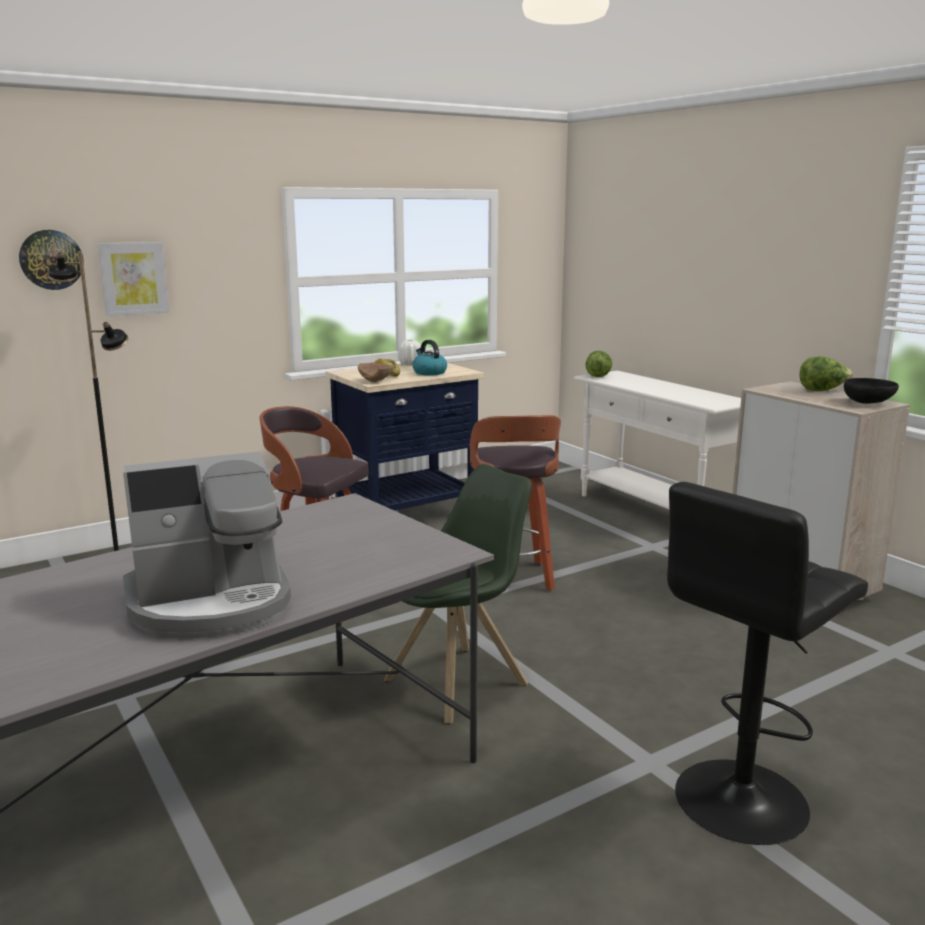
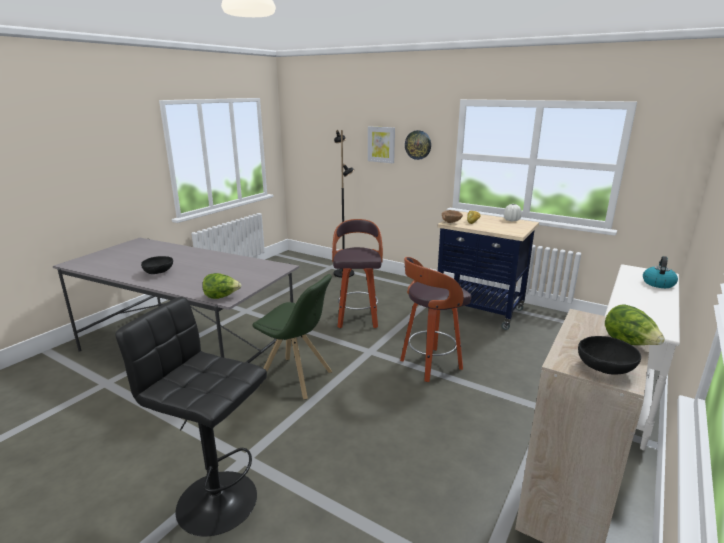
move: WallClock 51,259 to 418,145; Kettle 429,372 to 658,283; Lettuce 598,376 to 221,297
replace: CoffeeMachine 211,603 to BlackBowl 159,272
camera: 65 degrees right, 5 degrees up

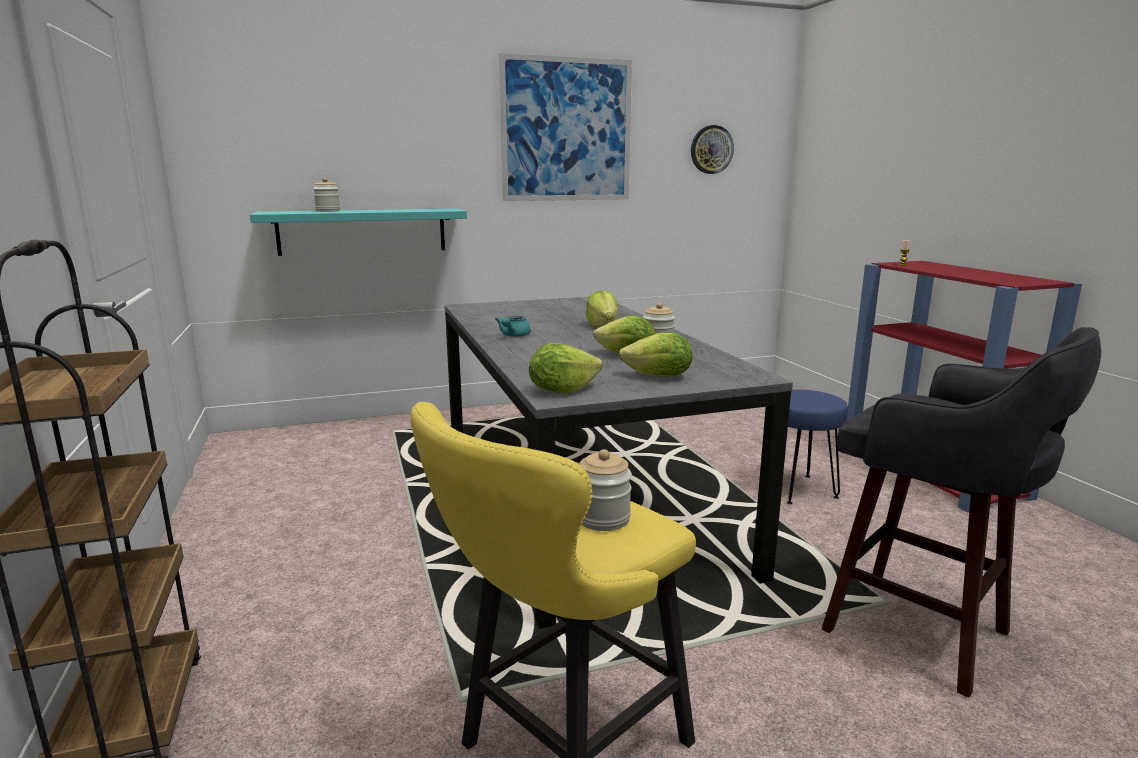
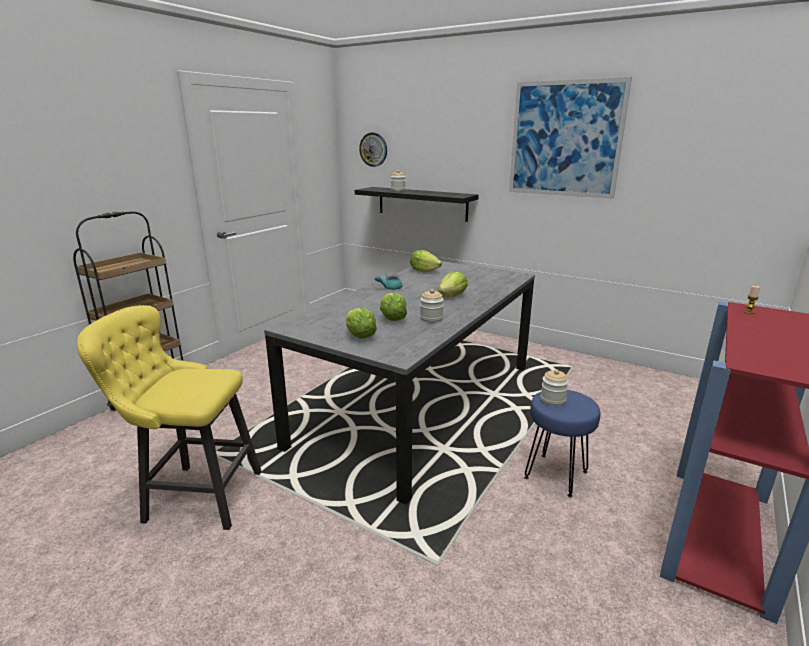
delete: GreyStool 924,635
move: Lettuce 562,390 to 424,271; Jar 603,519 to 553,400; WallClock 711,149 to 373,149
recolor: TurquoiseShelf 362,231 to BlackShelf 422,203
camera: 50 degrees right, 5 degrees up

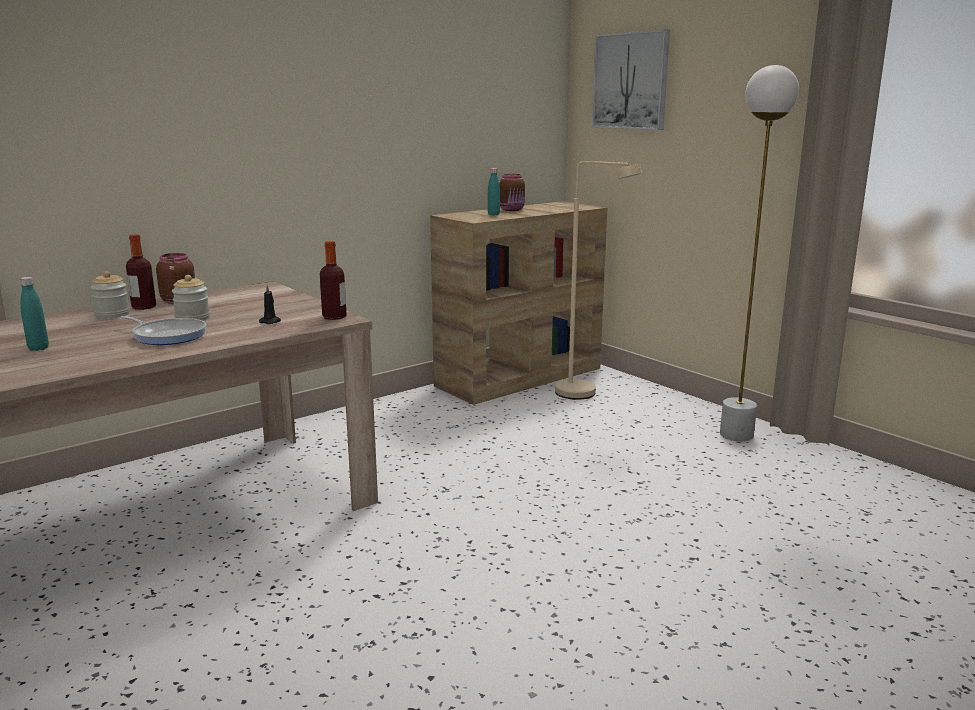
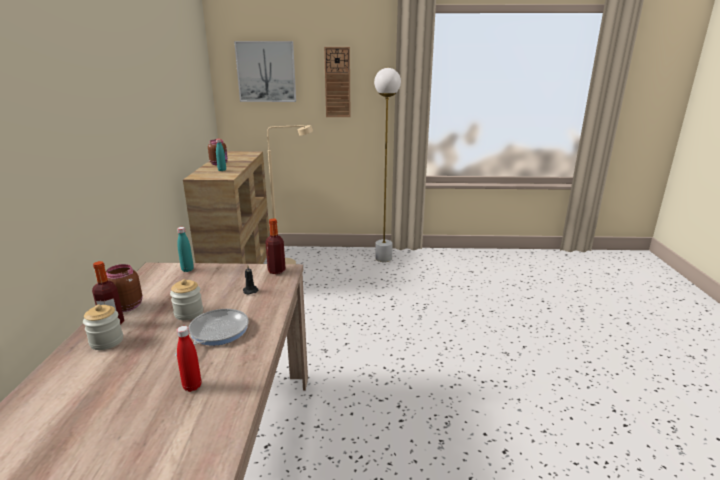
insert: RedBottle 192,386; WallClock 337,82
move: TurquoiseBottle 38,348 to 187,270
rotate: FryingPan 168,335 = 216,332 45 degrees counterclockwise
camera: 50 degrees left, 5 degrees up

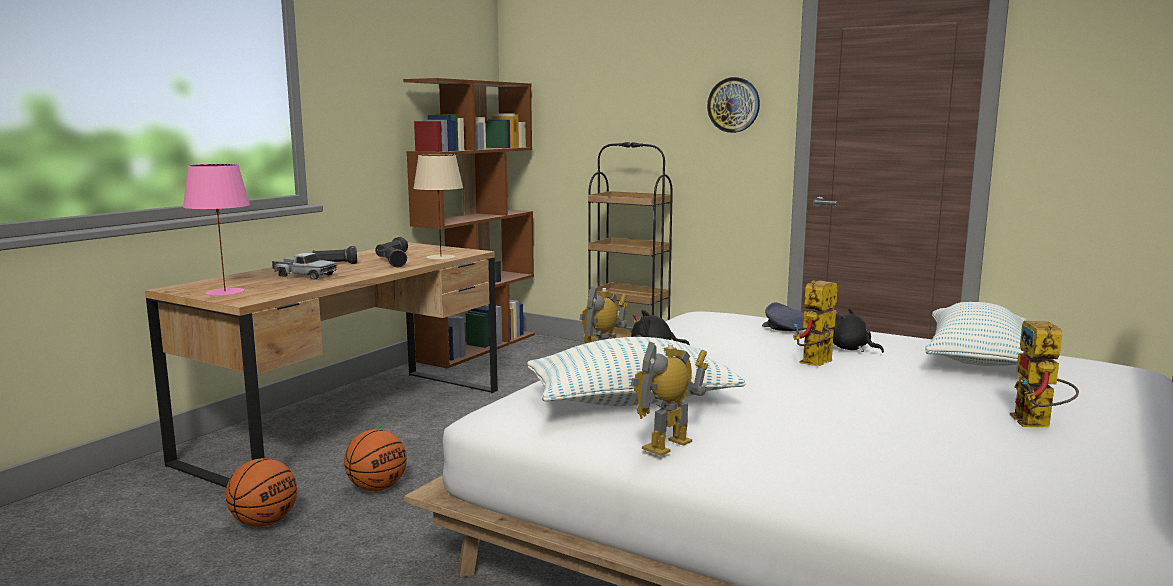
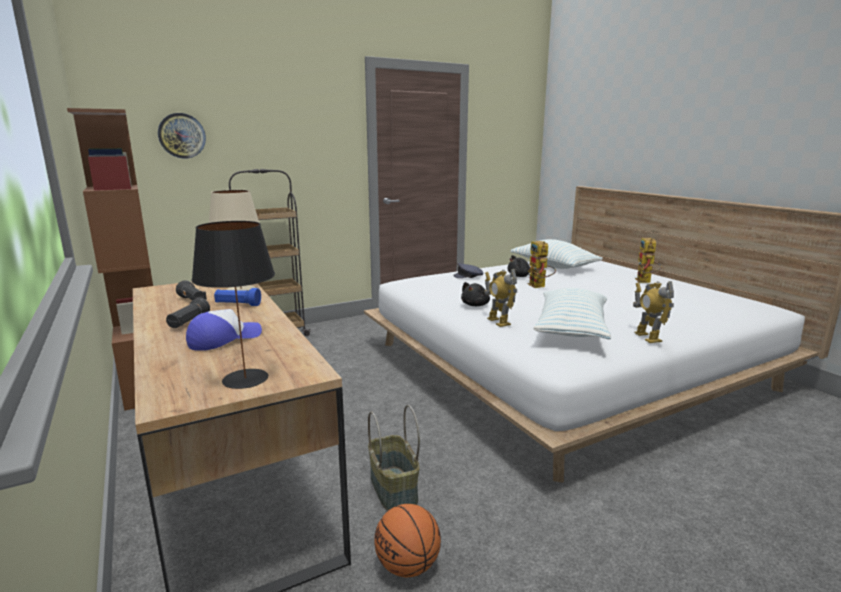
move: WallClock 733,105 to 182,136
replace: ToyTruck 304,276 to Cap 224,339; Basketball 377,488 to Basket 392,488
recolor: PinkTableLamp 224,292 to BlackTableLamp 246,379; BlackFlashlight 394,264 to BlueFlashlight 238,305
rotate: ToyRobot 1037,424 = 645,282 60 degrees clockwise
camera: 60 degrees left, 5 degrees up

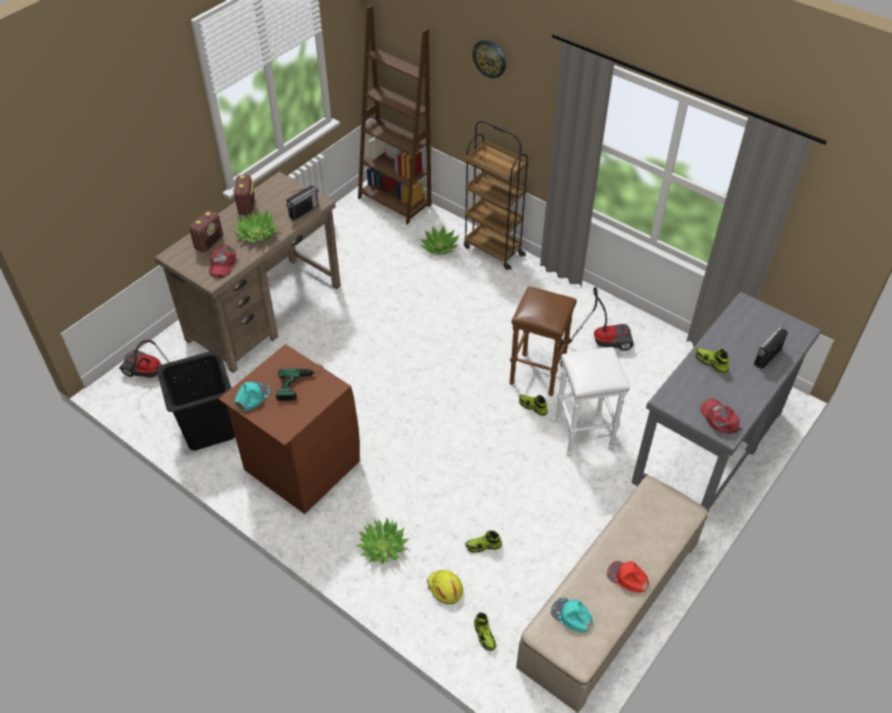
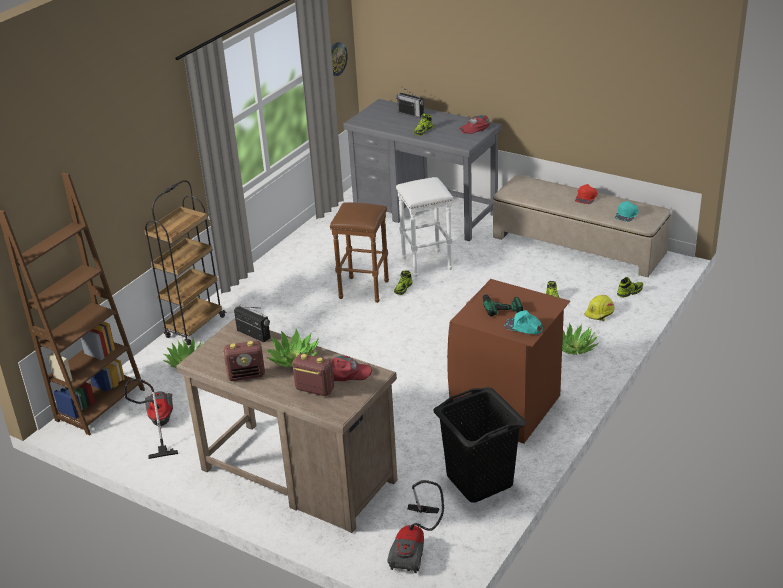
move: WallClock 490,58 to 336,59; VacuumCleaner 600,341 to 158,425
camera: 95 degrees left, 15 degrees down

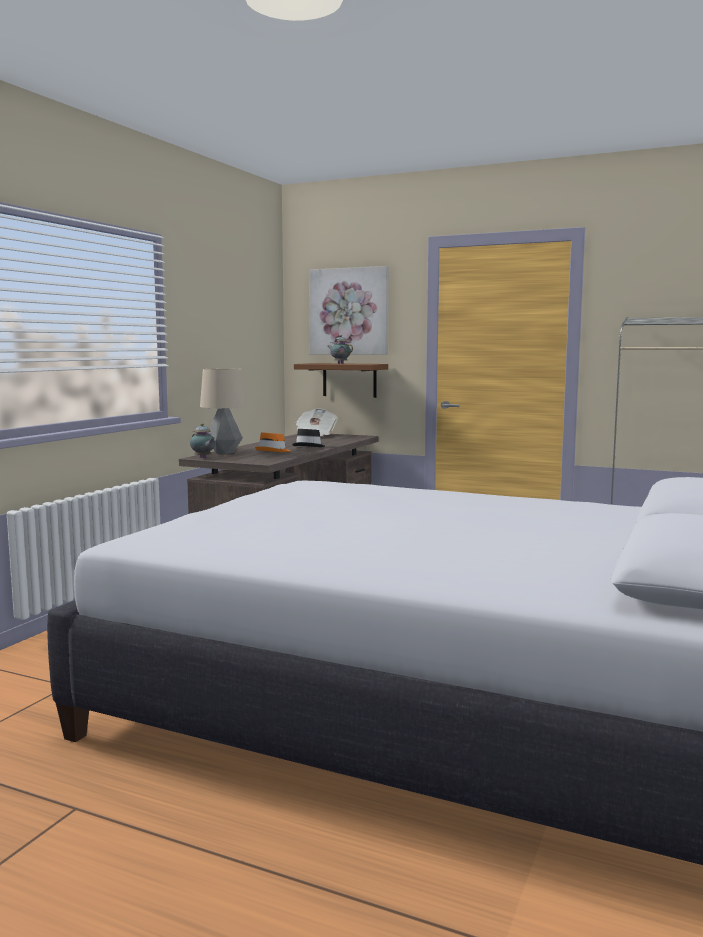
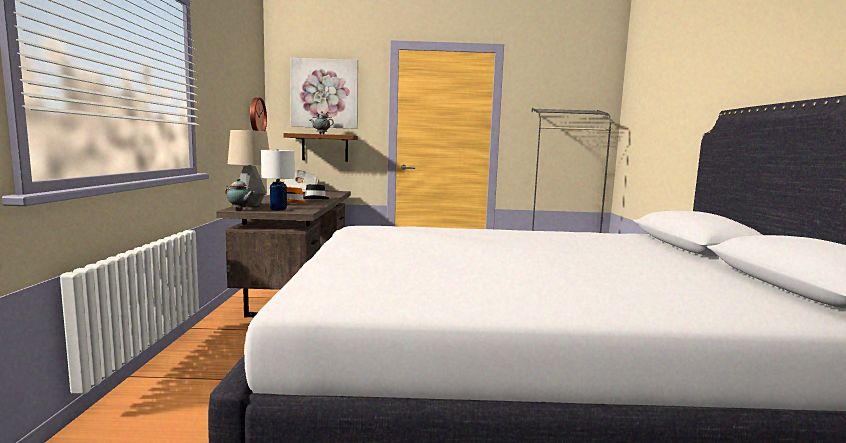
insert: WallClock 256,116; WhiteTableLamp 277,209
camera: 25 degrees left, 0 degrees up

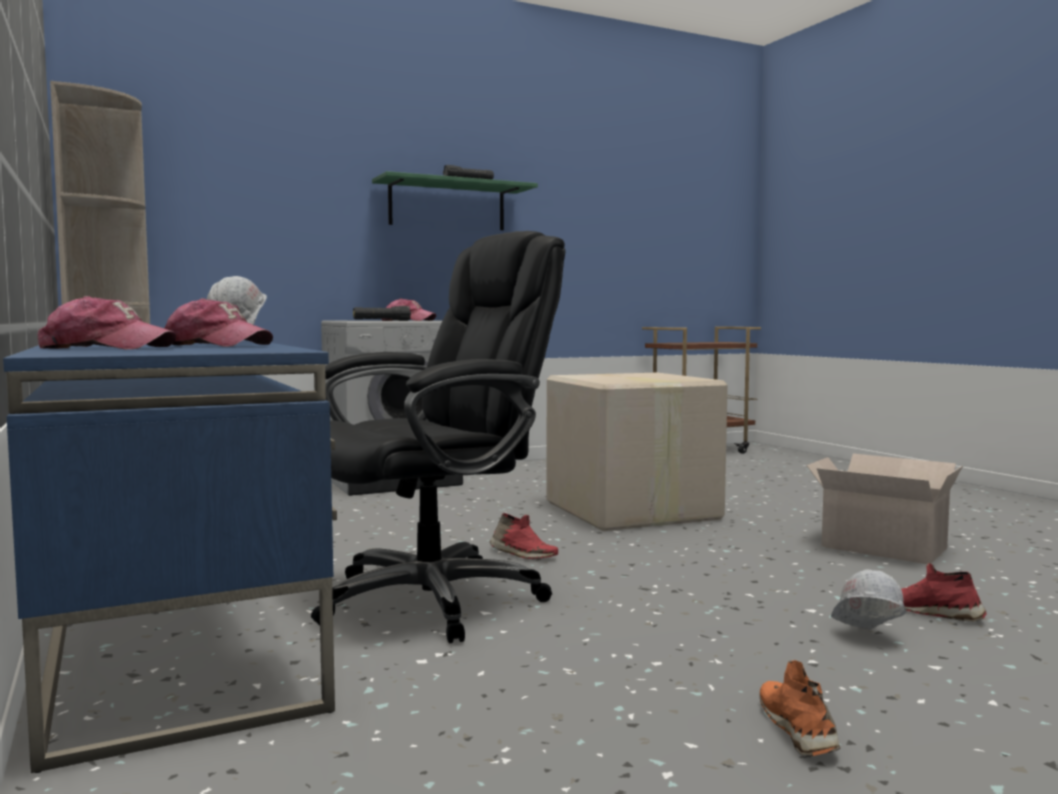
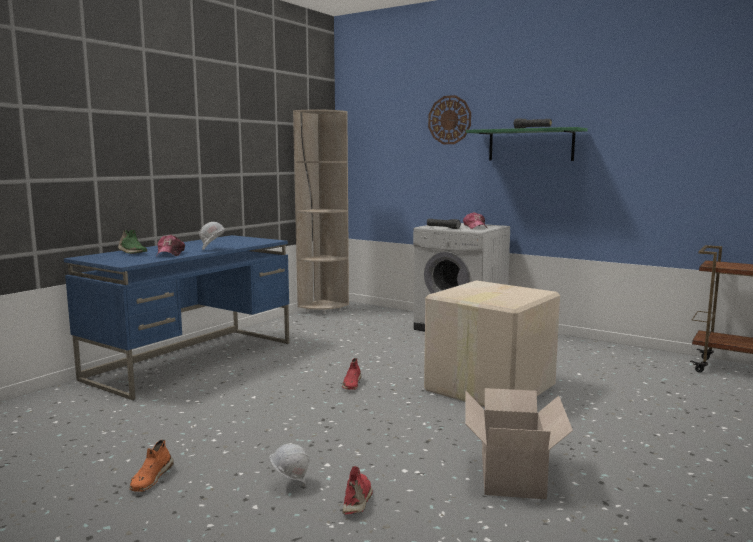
delete: BlackOfficeChair 430,600
insert: WallClock 449,120
replace: Cap 106,348 to GreenShoe 132,252
rotate: OrangeShoe 798,730 = 151,479 135 degrees clockwise
camera: 60 degrees right, 5 degrees up

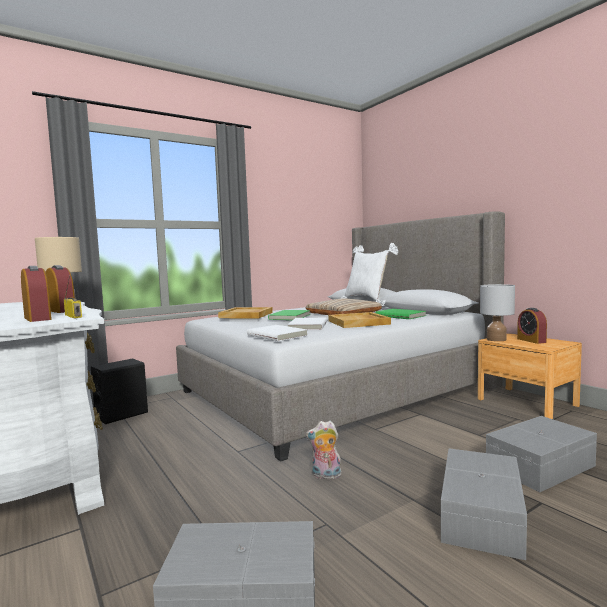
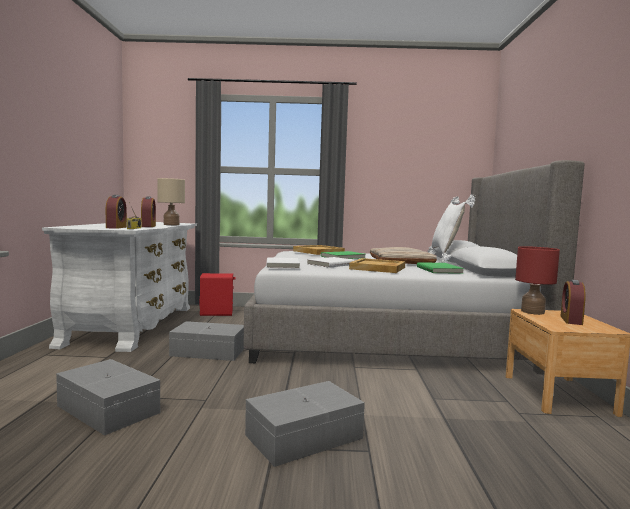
delete: PlushToy 325,476
move: GreyStorageBox 542,466 to 208,352
recolor: BlackSpeaker 122,415 to RedSpeaker 217,313; GreyTableLamp 496,339 to RedTableLamp 533,312
camera: 35 degrees right, 0 degrees up

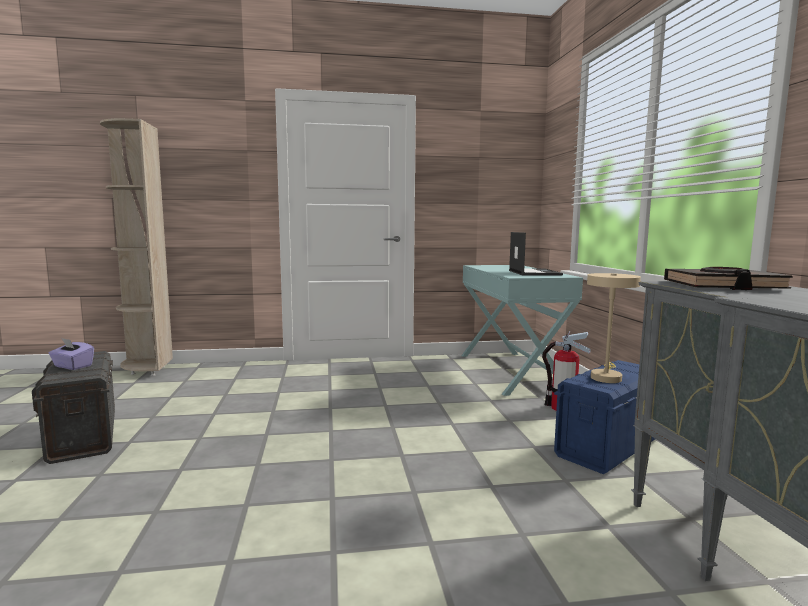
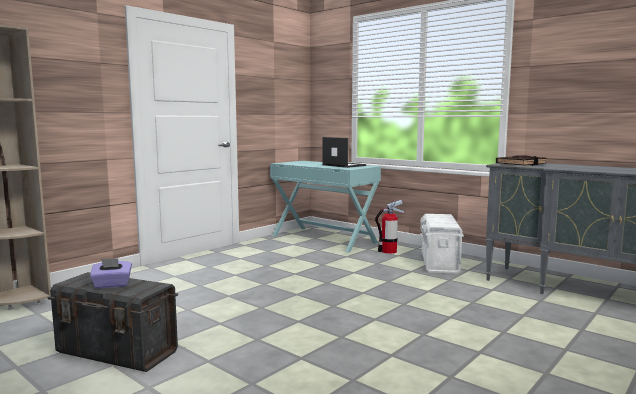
delete: BeigeTableLamp 606,377
recolor: BlueStorageBox 608,447 to WhiteStorageBox 439,263
camera: 40 degrees left, 0 degrees up

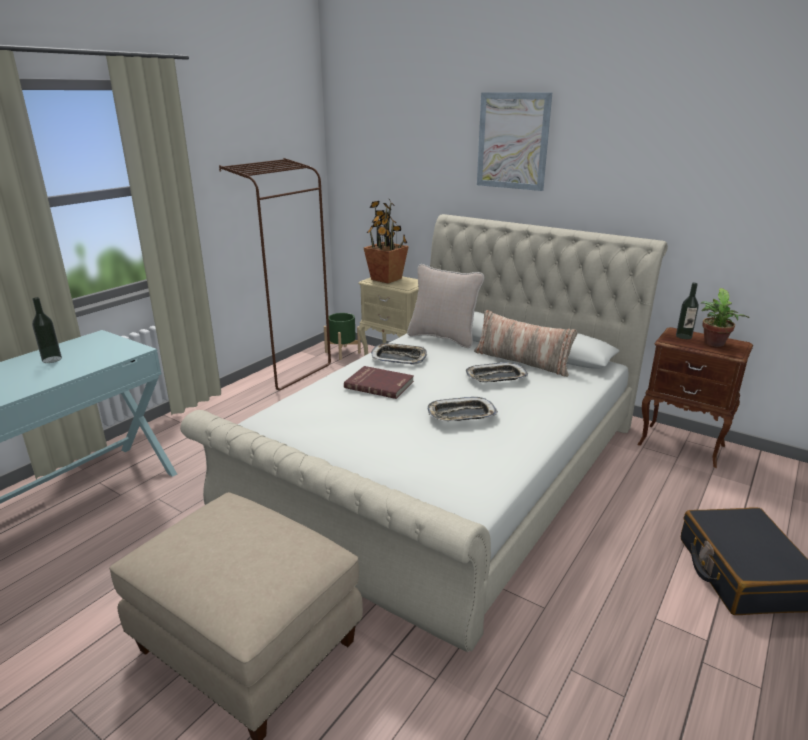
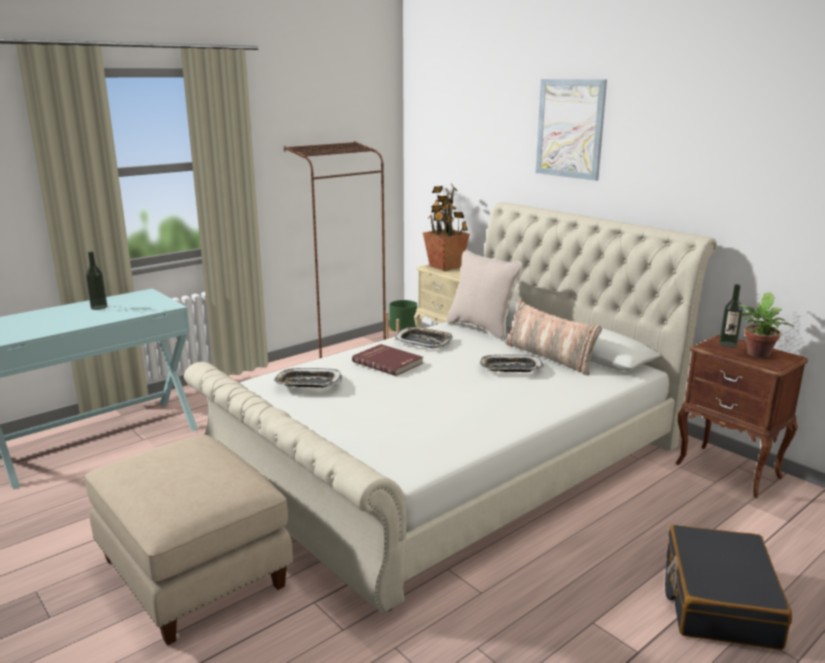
move: Tray 461,415 to 308,383
camera: 15 degrees right, 5 degrees down

